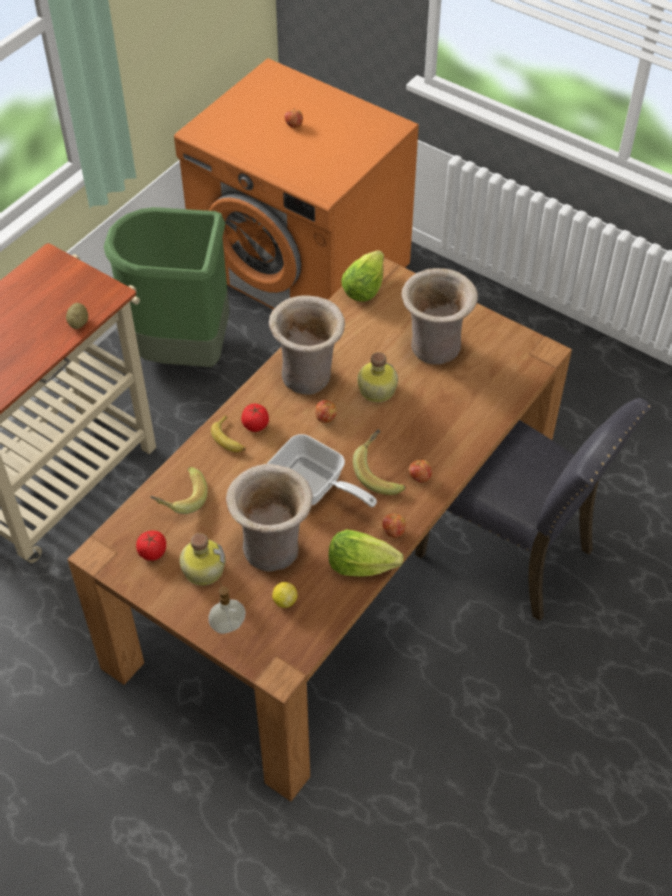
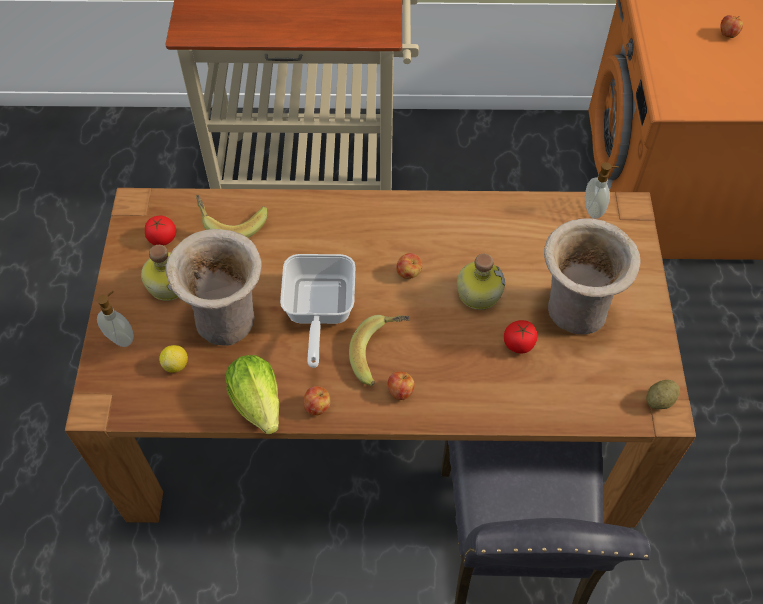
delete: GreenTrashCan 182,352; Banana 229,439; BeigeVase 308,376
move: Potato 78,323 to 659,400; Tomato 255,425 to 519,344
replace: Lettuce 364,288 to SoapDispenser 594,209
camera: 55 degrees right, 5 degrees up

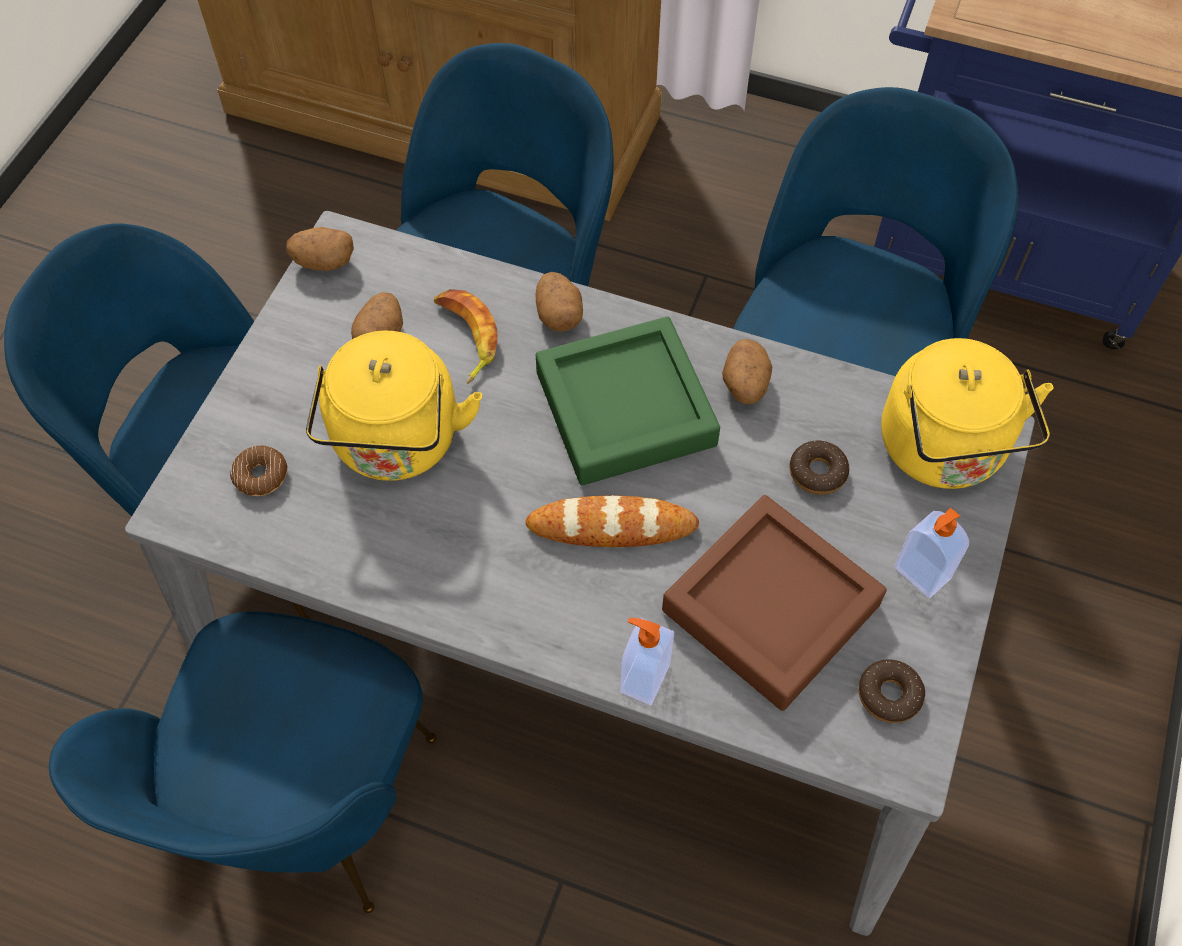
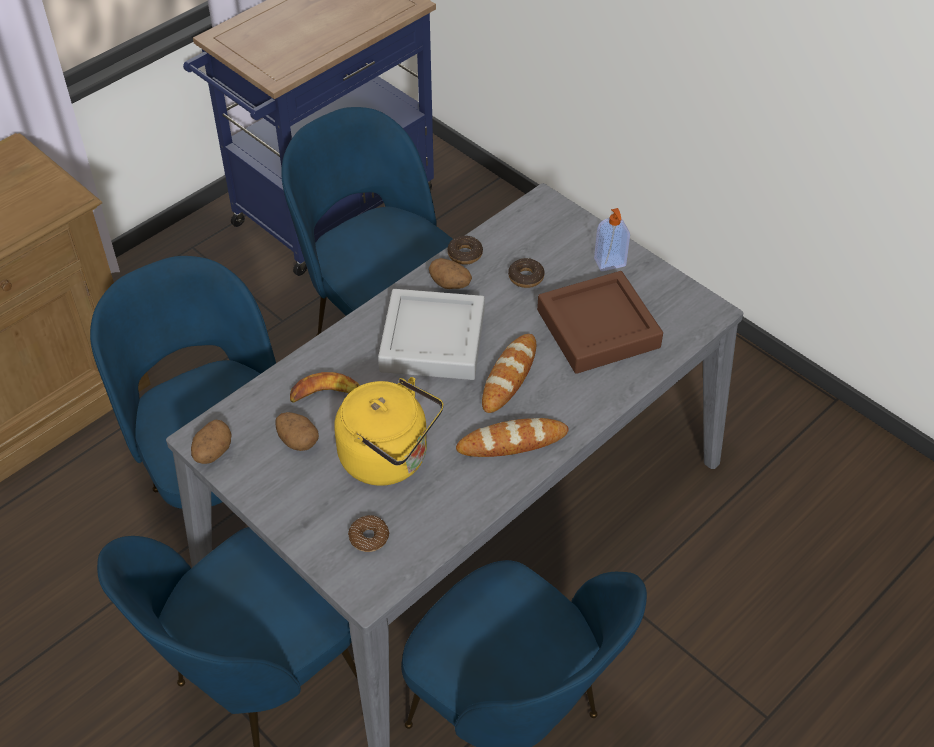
delete: Potato 559,315; SoapDispenser 643,677; YellowKettle 945,452
insert: Bread 512,442
move: Donut 889,695 to 465,254
recolor: GreenTray 625,409 to GreyTray 432,341
camera: 65 degrees left, 10 degrees down

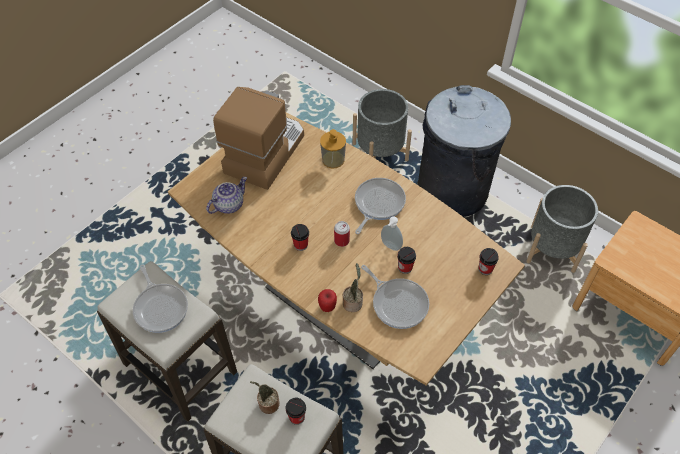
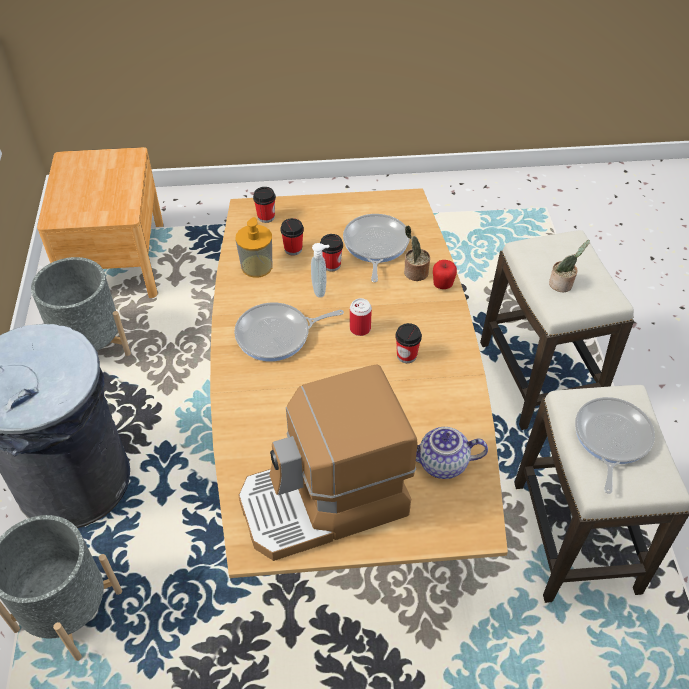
move: Cup 297,417 to 293,249; SoapDispenser 333,159 to 257,266
camera: 135 degrees left, 5 degrees down

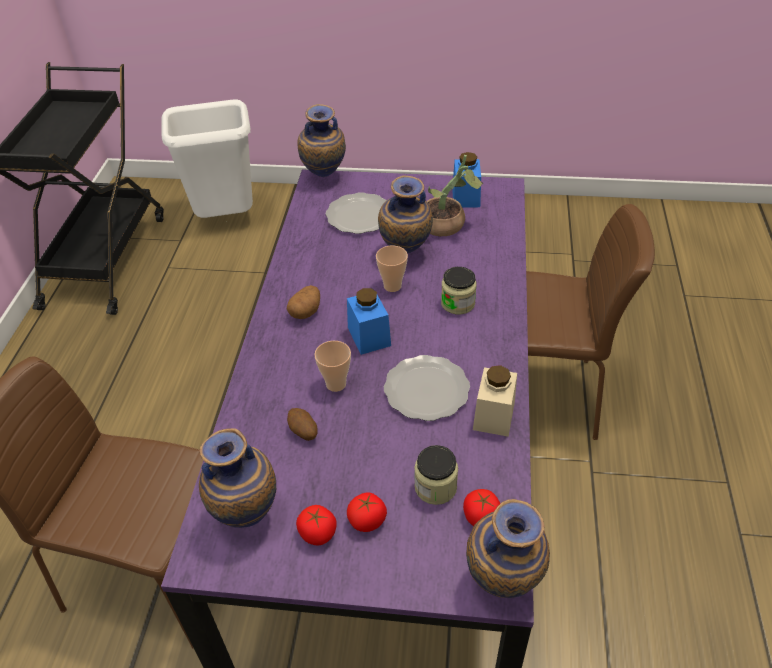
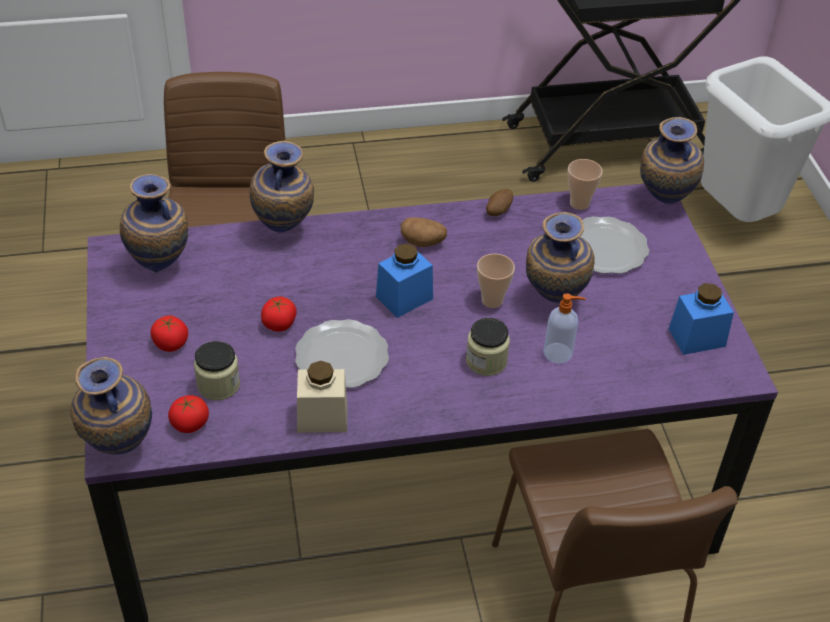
delete: PottedPlant 447,225
insert: Vase 285,231; SoapDispenser 559,353
move: Potato 303,432 to 498,211; Tomato 317,533 to 279,324; Cup 336,384 to 579,203
camera: 70 degrees right, 0 degrees up

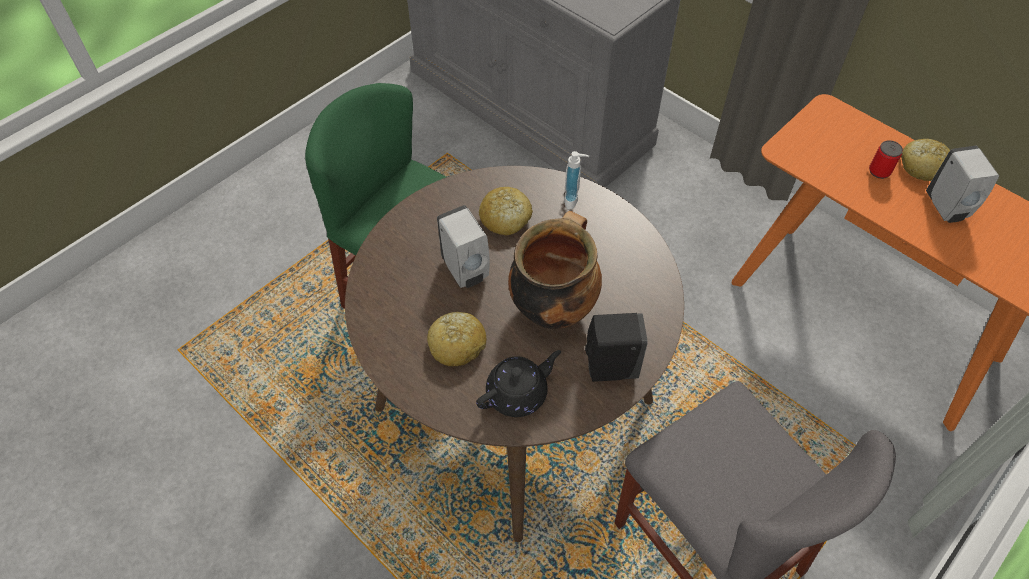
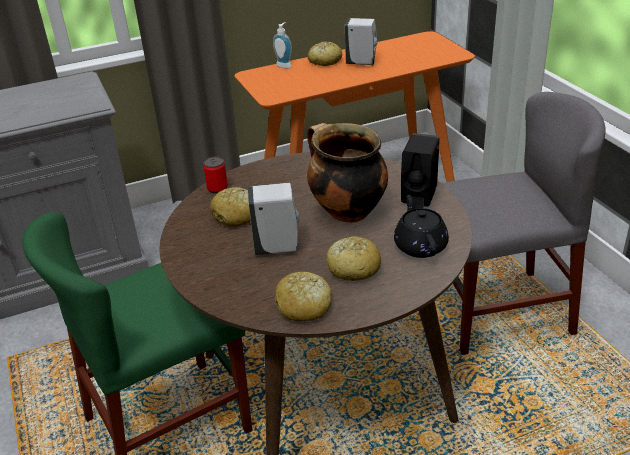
insert: Bread 304,306
move: SoapDispenser 574,200 to 285,65; Can 879,171 to 217,188
camera: 65 degrees left, 20 degrees down

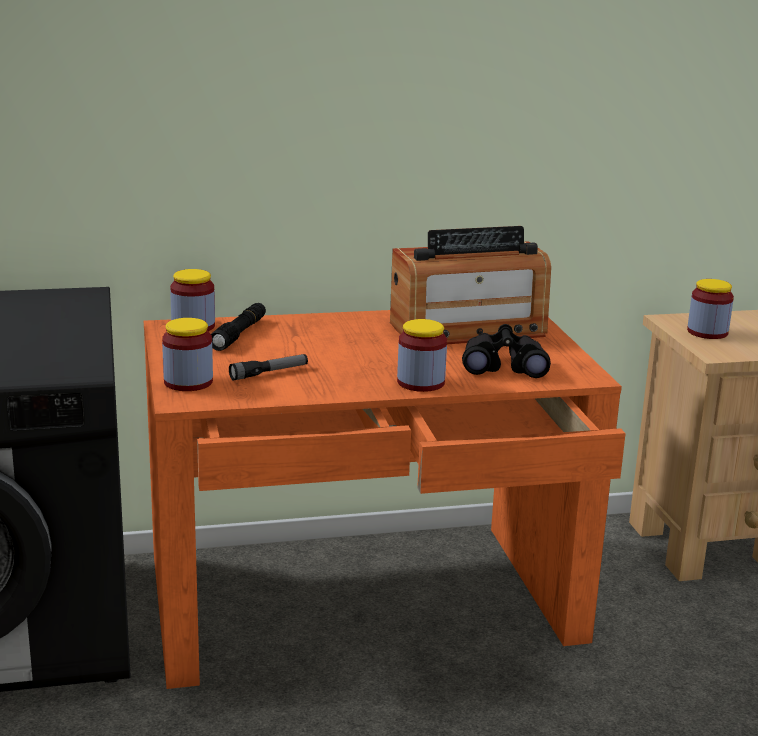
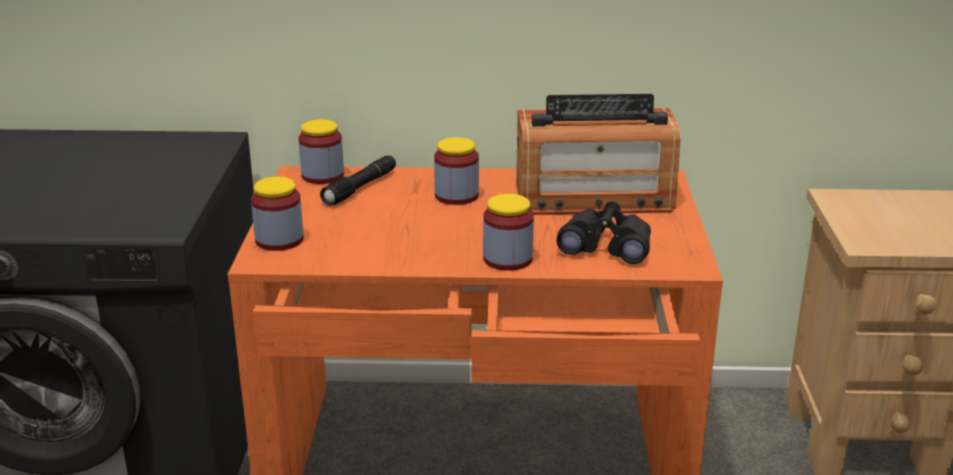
delete: Flashlight 269,373
move: Jar 707,332 to 456,196
camera: 15 degrees right, 5 degrees up

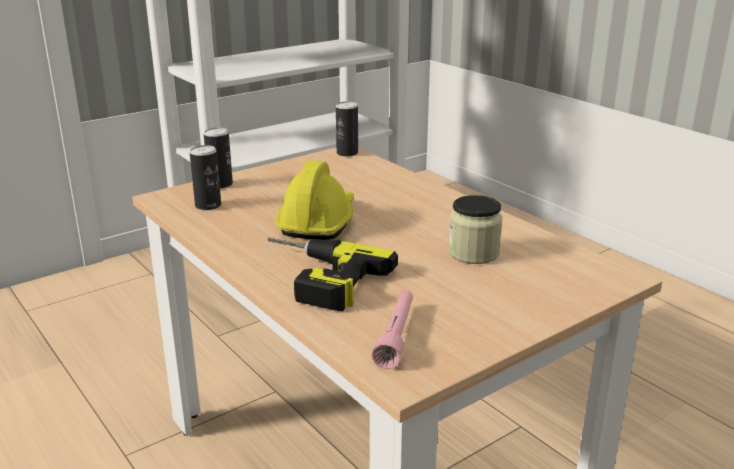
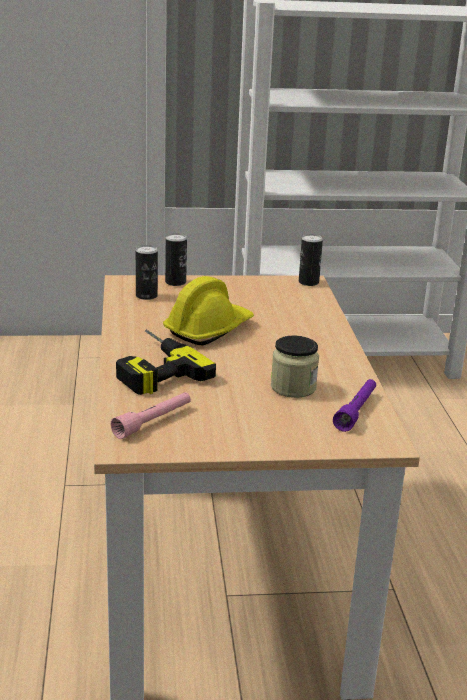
insert: PurpleFlashlight 356,411
camera: 30 degrees right, 0 degrees up

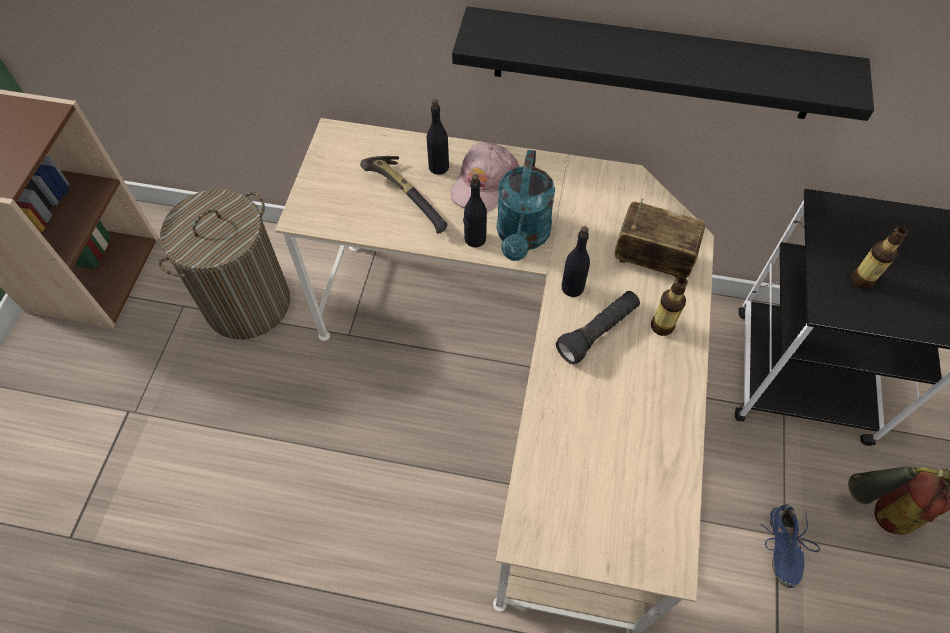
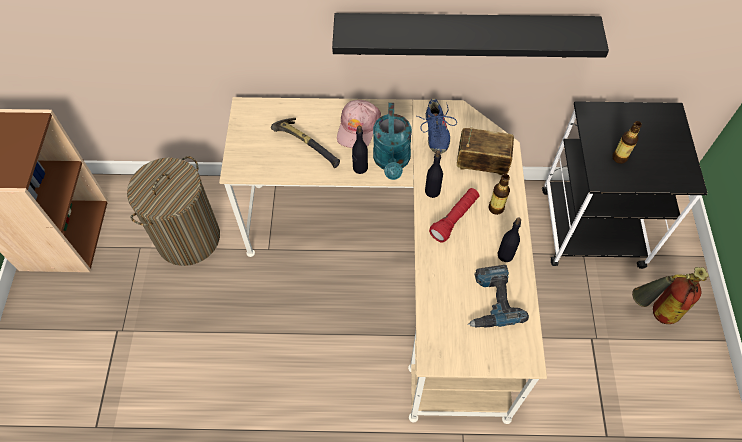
insert: PowerDrill 491,300
move: BlackBottle 438,166 to 505,255; BlueShoe 782,547 to 435,133
recolor: BlackFlashlight 597,332 to RedFlashlight 454,218
camera: 10 degrees left, 0 degrees up

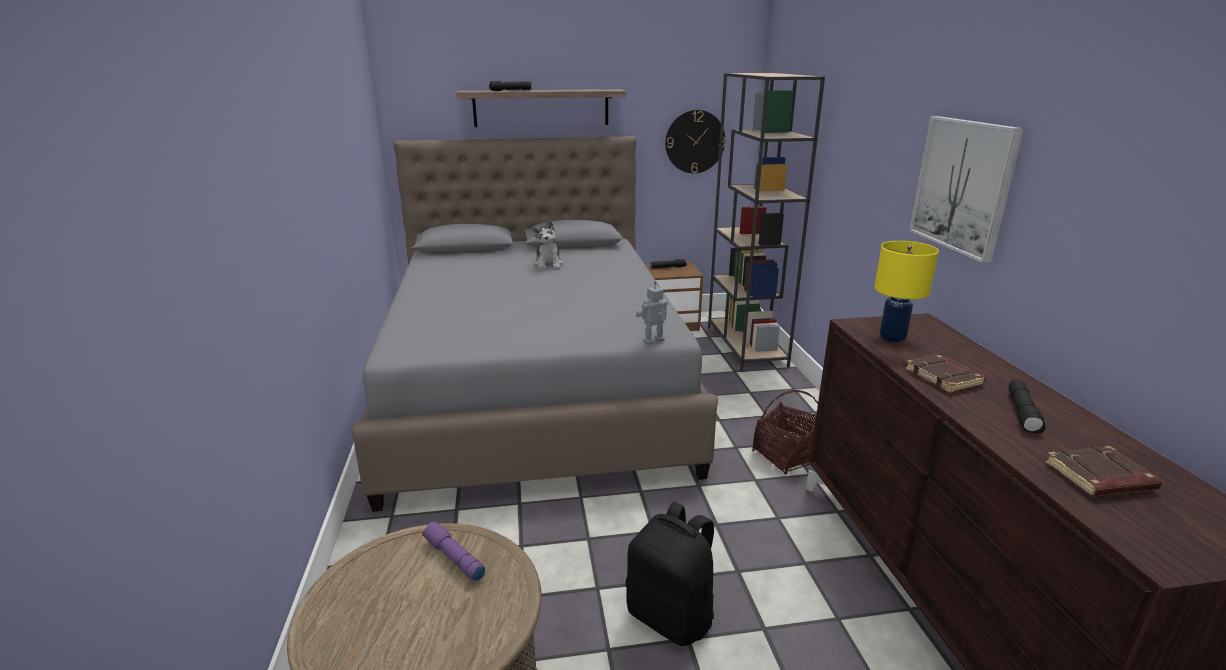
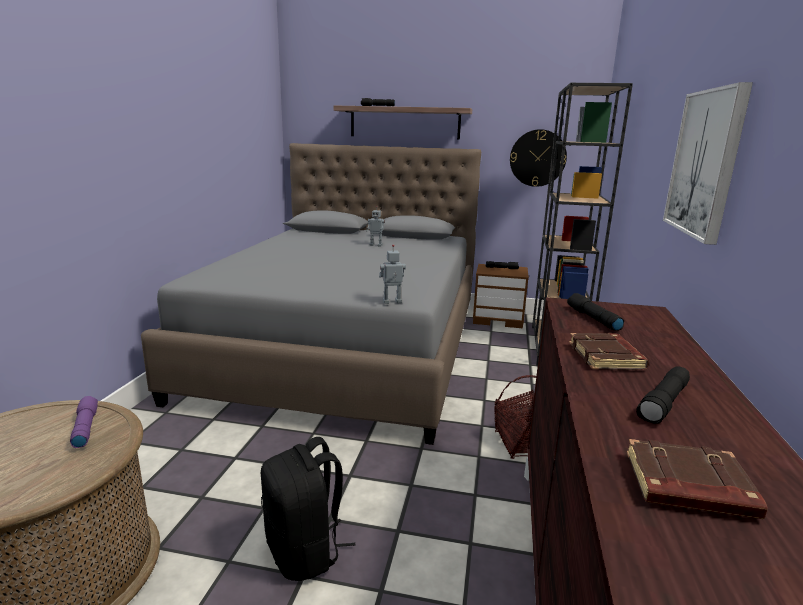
replace: PlushToy 548,264 to ToyRobot 376,245; YellowTableLamp 892,338 to BlackFlashlight 592,319
camera: 20 degrees right, 5 degrees down

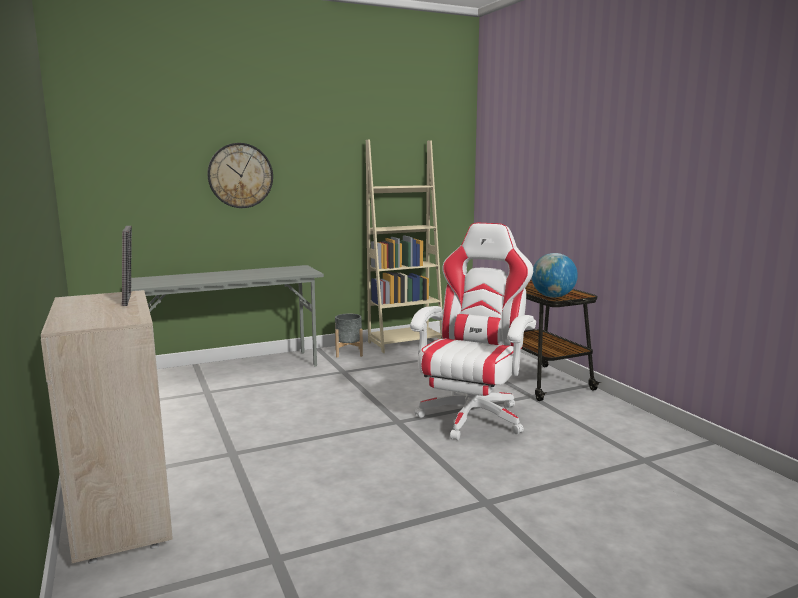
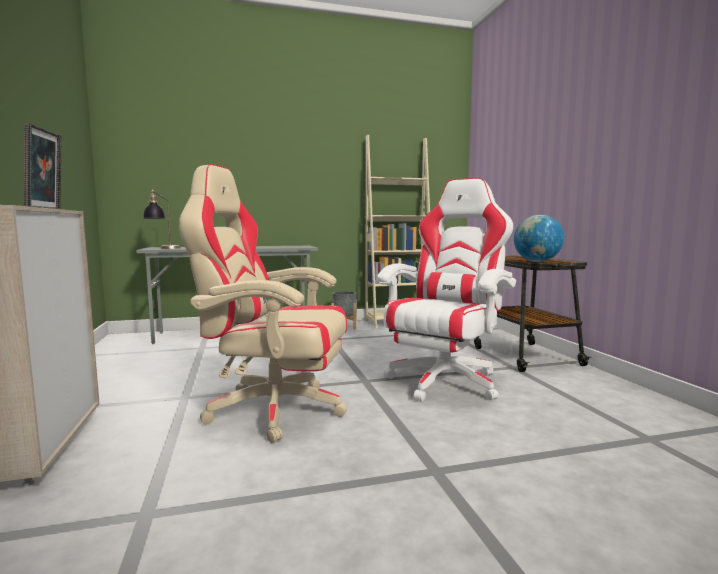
delete: WallClock 240,175
insert: TableLamp 163,248; BeigeOfficeChair 276,409
camera: 10 degrees right, 5 degrees down

